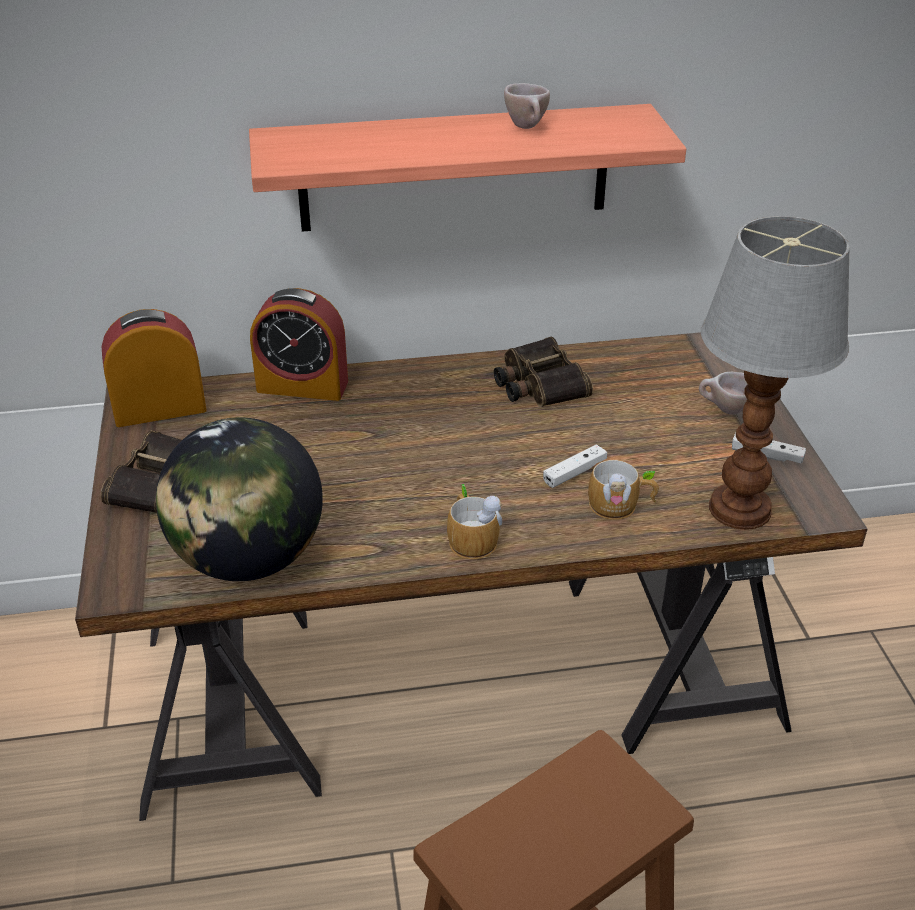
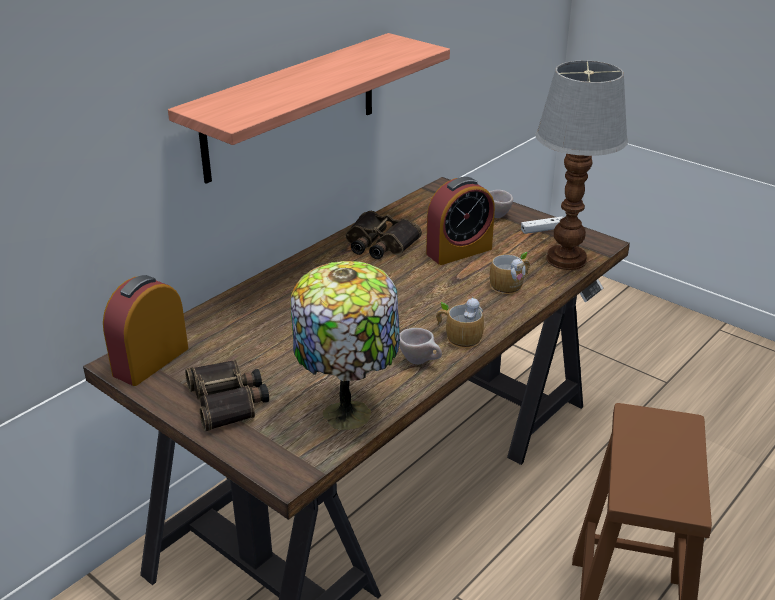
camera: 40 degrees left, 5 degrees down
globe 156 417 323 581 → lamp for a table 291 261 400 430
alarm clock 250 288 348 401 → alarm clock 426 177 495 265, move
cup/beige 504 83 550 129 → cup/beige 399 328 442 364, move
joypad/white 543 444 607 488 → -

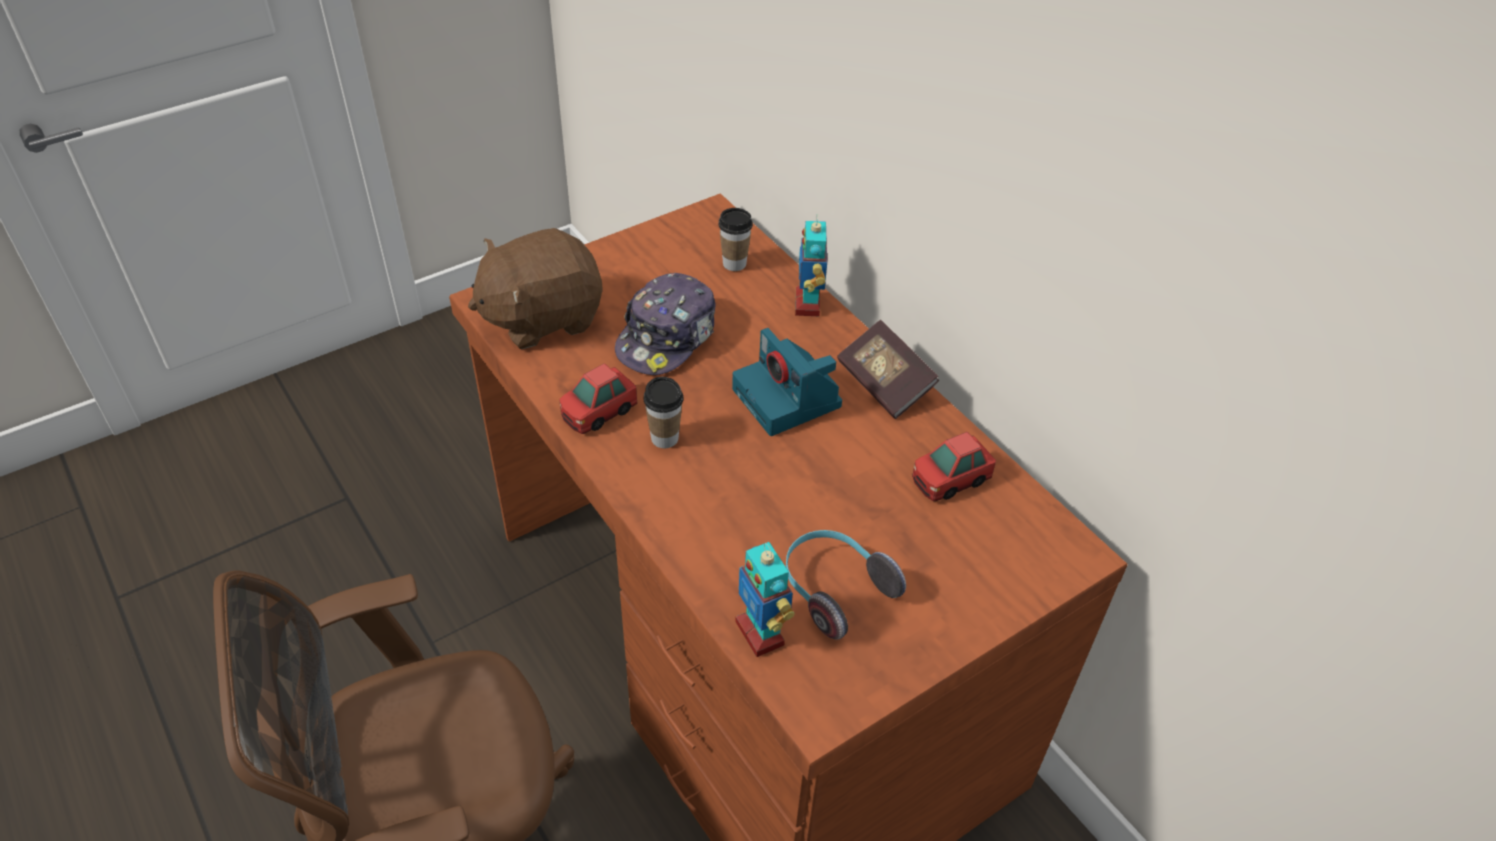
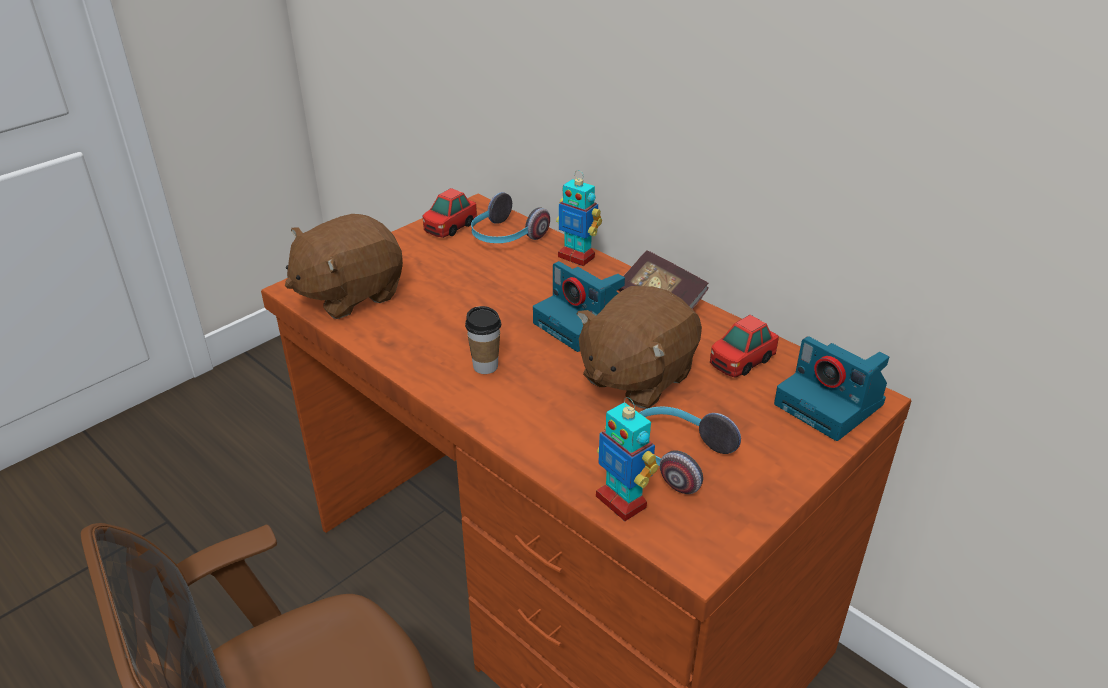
camera: 10 degrees left, 10 degrees down
model car 560 364 637 434 → model car 423 188 477 238, move
peaked cap 615 273 716 375 → -
cup 718 208 753 271 → headset 471 192 550 243
robot figure 795 214 827 316 → robot figure 556 170 602 266, 45 degrees counterclockwise
- → soft toy/brownish 576 286 702 409
- → still camera 774 336 889 441

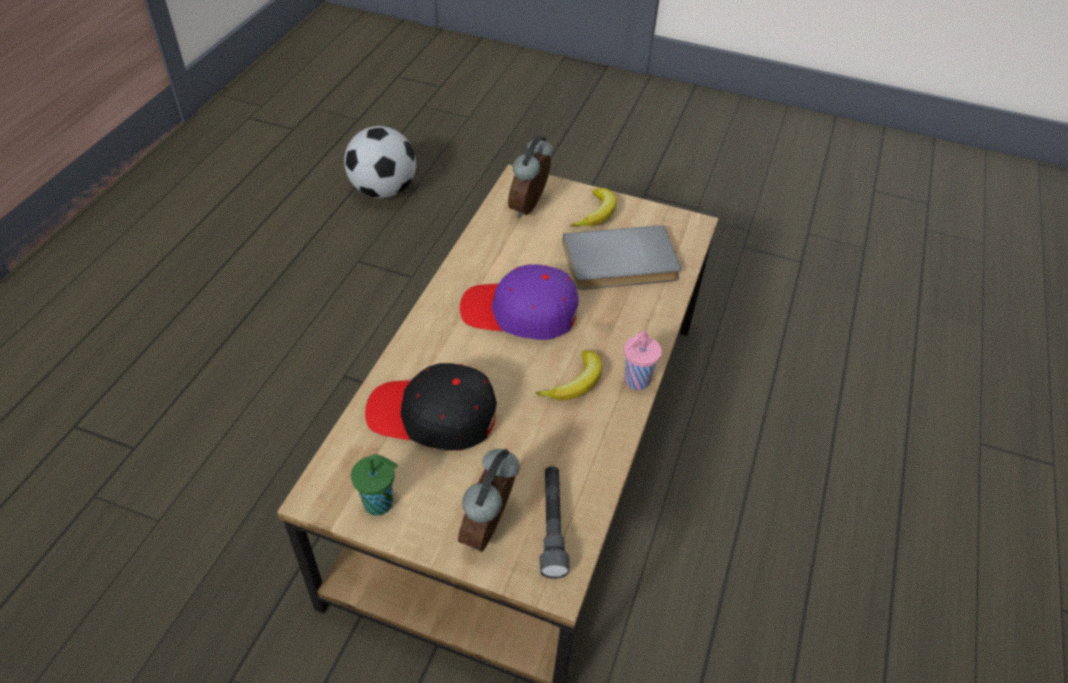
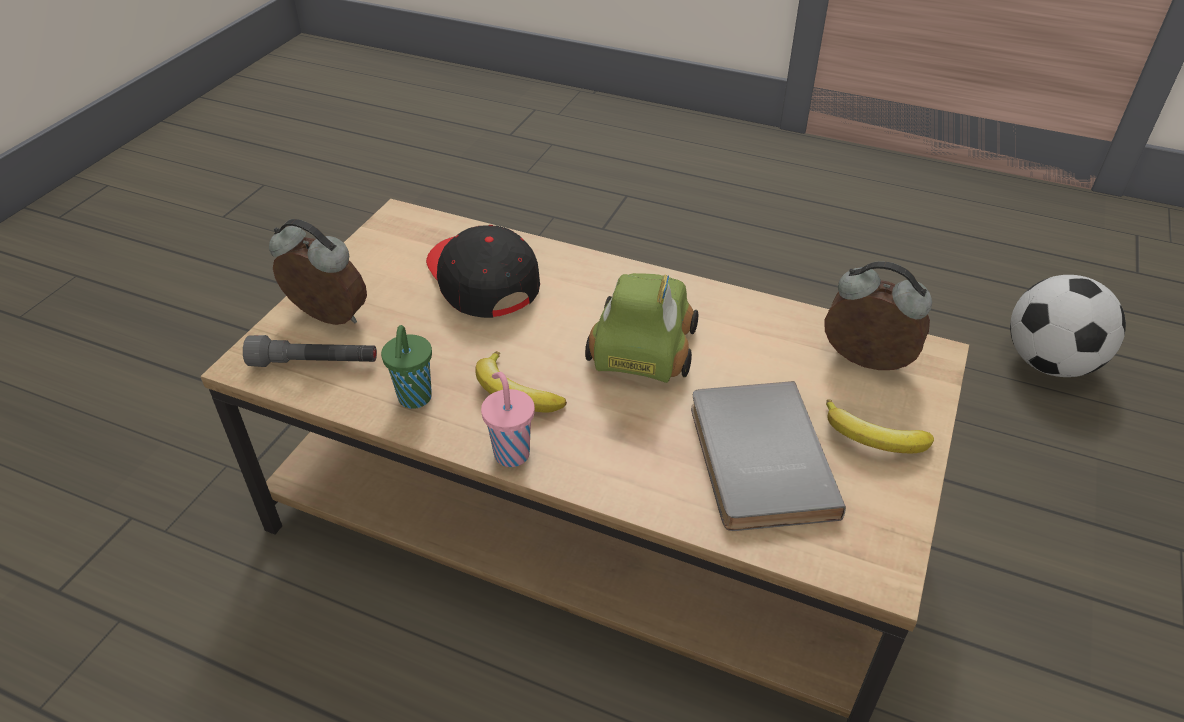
camera: 95 degrees right, 5 degrees down
cup/green 351 454 398 516 → cup/green 381 325 432 409, move
peaked cap/blackish 365 363 497 451 → peaked cap/blackish 426 225 540 318, 45 degrees counterclockwise
peaked cap/purple-coloured 460 264 579 340 → model car 585 273 698 383

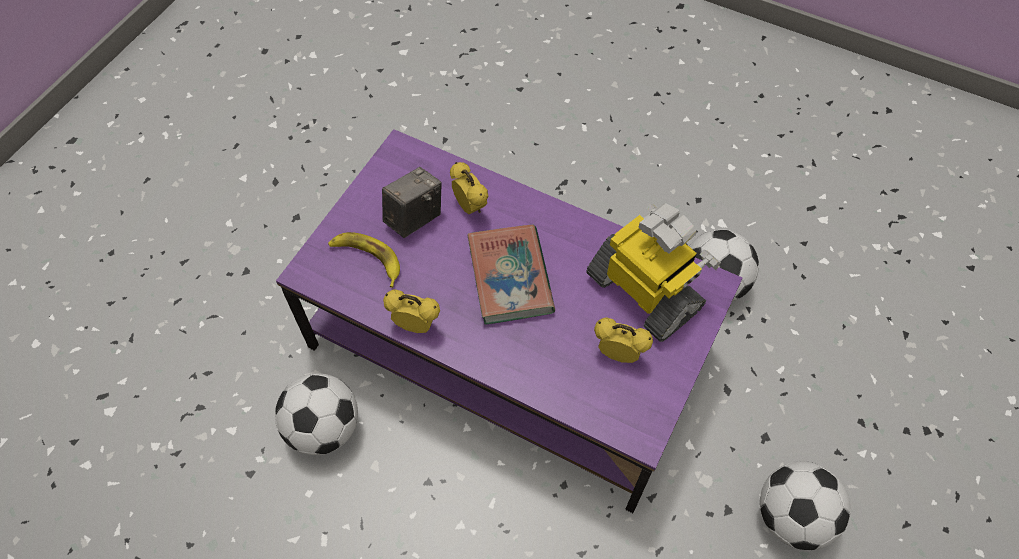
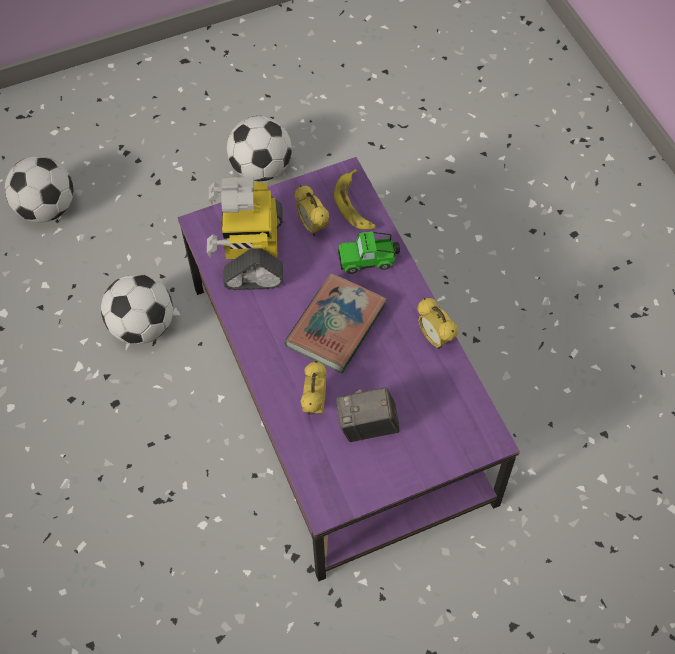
camera: 140 degrees left, 0 degrees up
football 275 373 358 455 → football 5 156 73 222, move
banana 328 232 400 288 → banana 334 169 375 230, move
- → model car 338 232 400 274

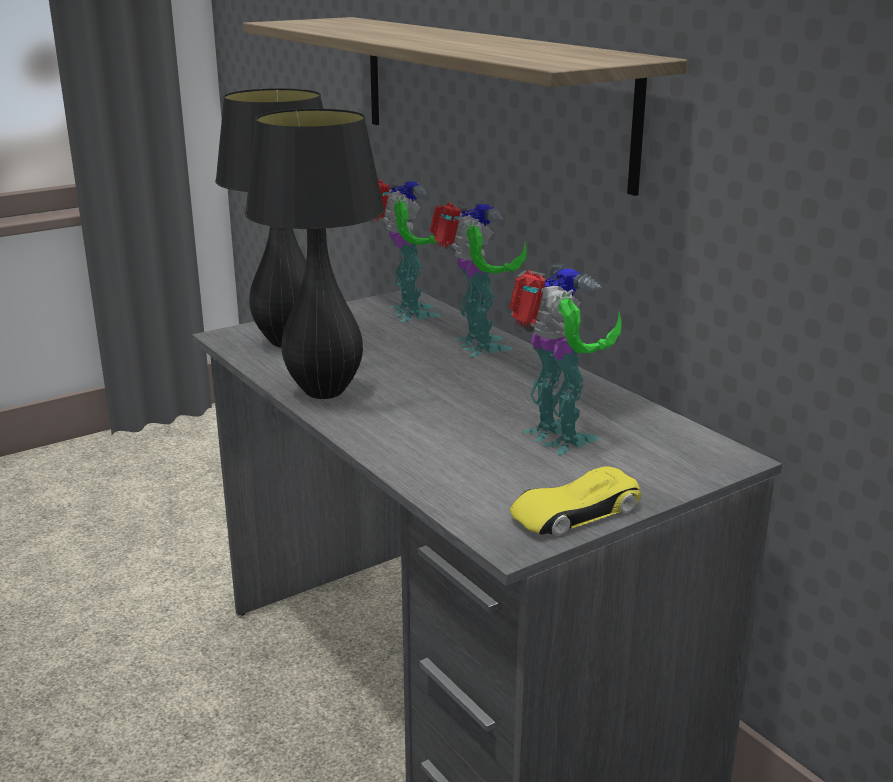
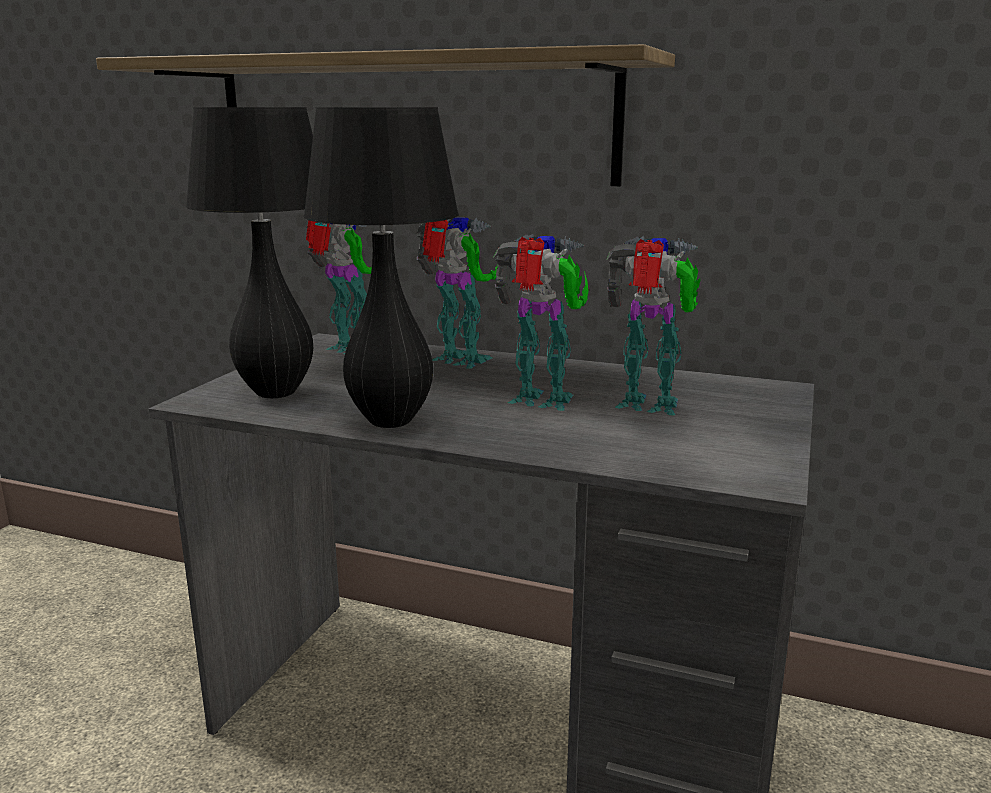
camera: 35 degrees left, 5 degrees down
model car/yellow-coloured 510 466 641 536 → -
- → robot figure 493 234 589 411

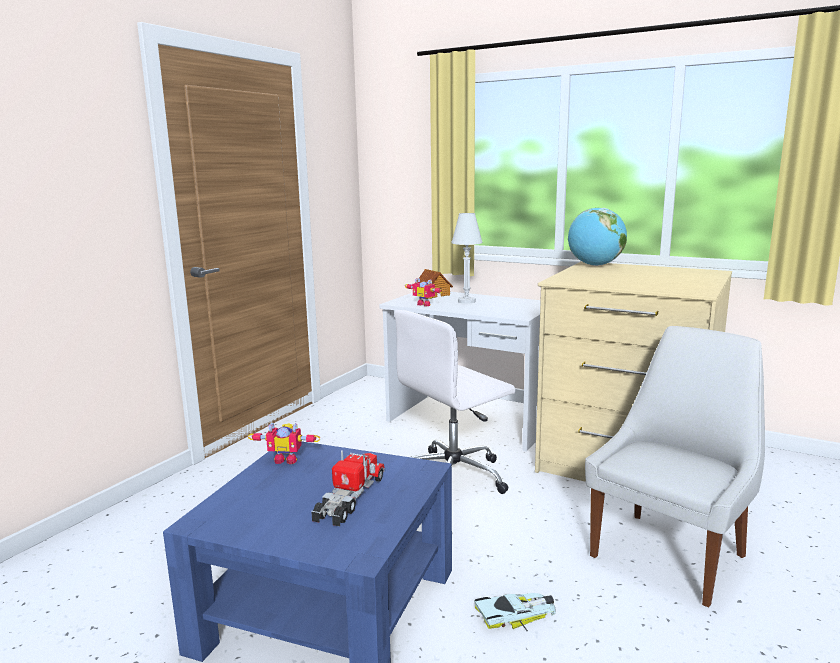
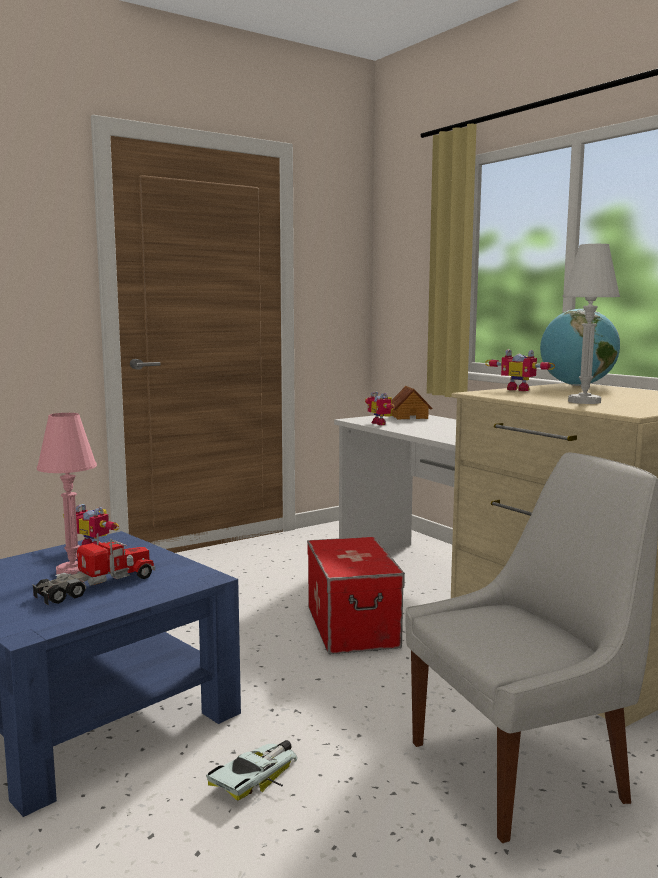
camera: 25 degrees right, 5 degrees down
computer chair/white 394 310 515 494 → storage bin 307 537 405 654
lamp for a table/white 451 213 483 304 → lamp for a table/white 562 244 620 404, move
model car 474 593 556 631 → model car 206 740 297 801, 60 degrees counterclockwise
- → lamp for a table/pinkish 37 413 97 575
- → robot figure 485 349 555 391

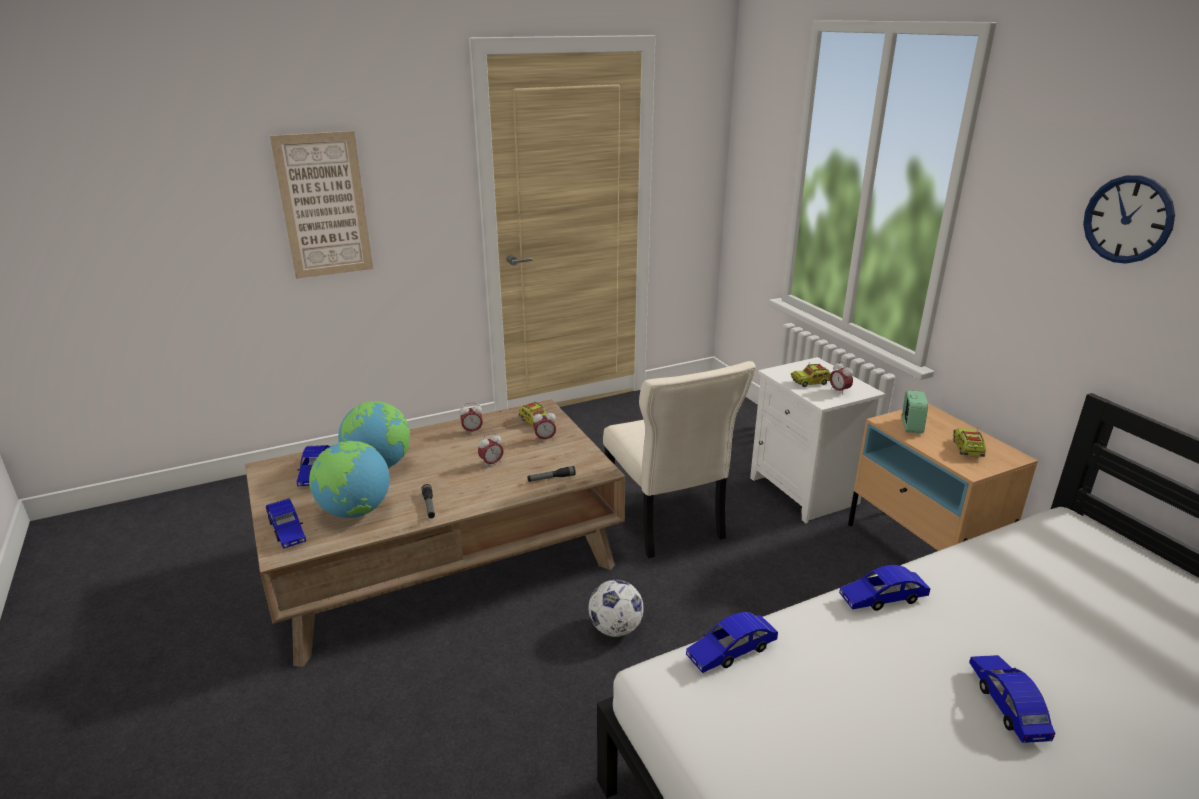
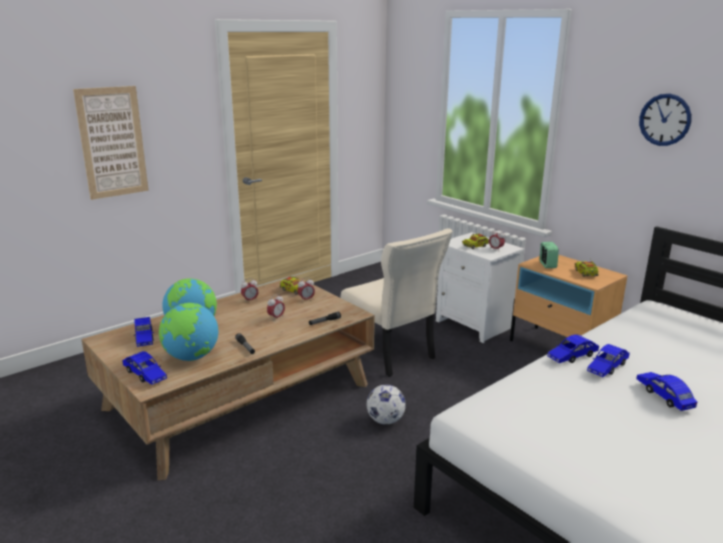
camera: 15 degrees left, 5 degrees down
model car/blue-coloured 686 612 778 673 → model car/blue-coloured 587 344 630 377, move

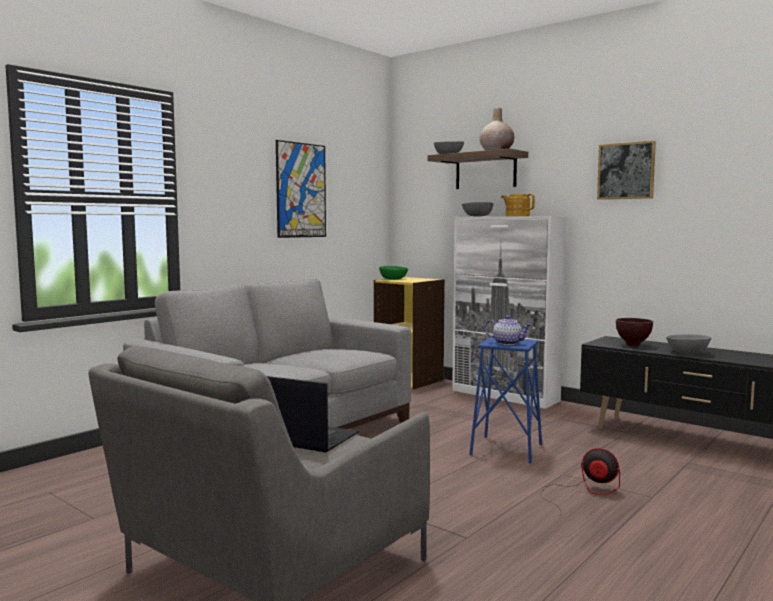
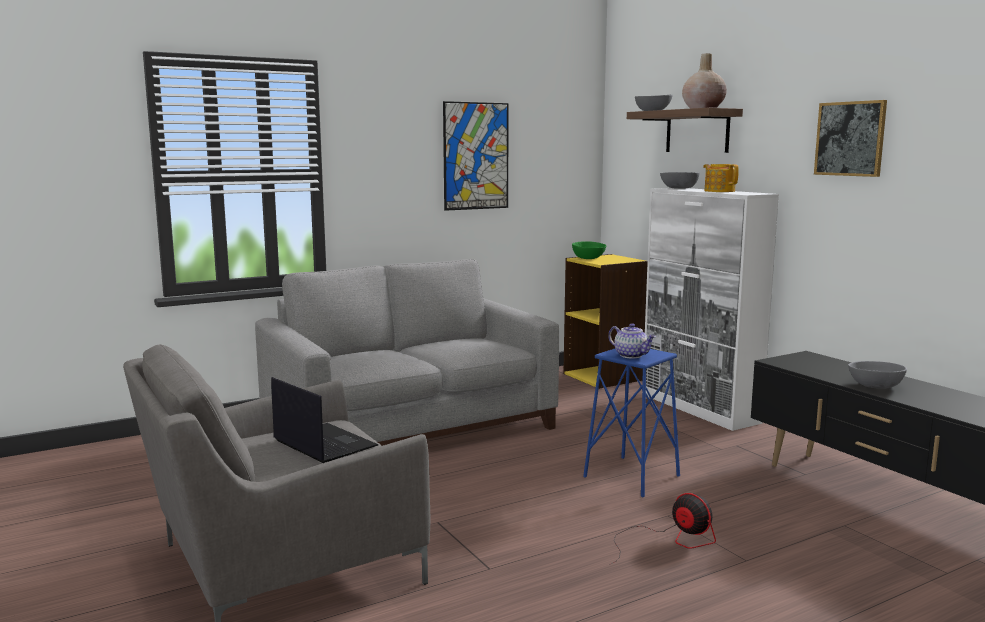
camera: 20 degrees right, 5 degrees up
bowl/brownish 616 318 653 346 → -

